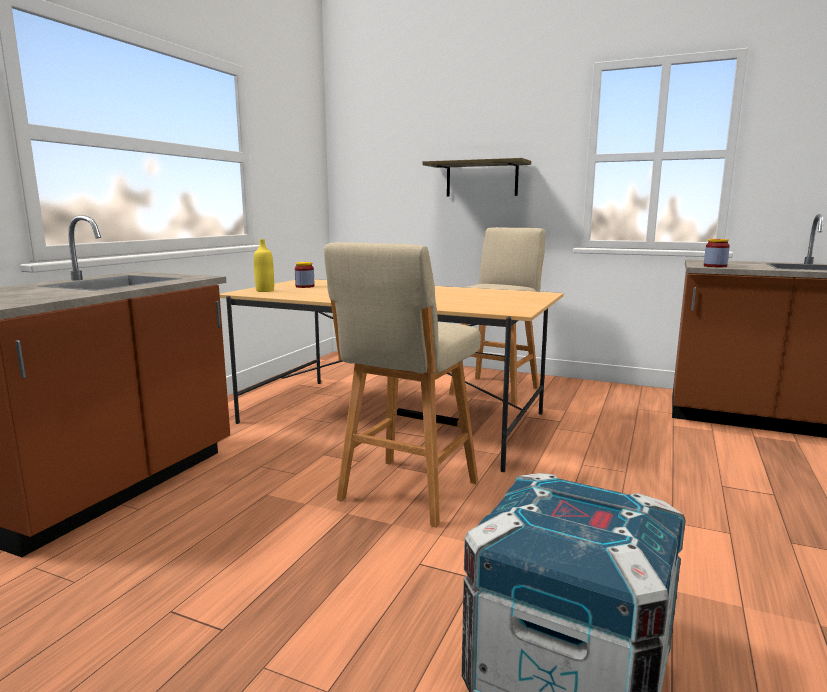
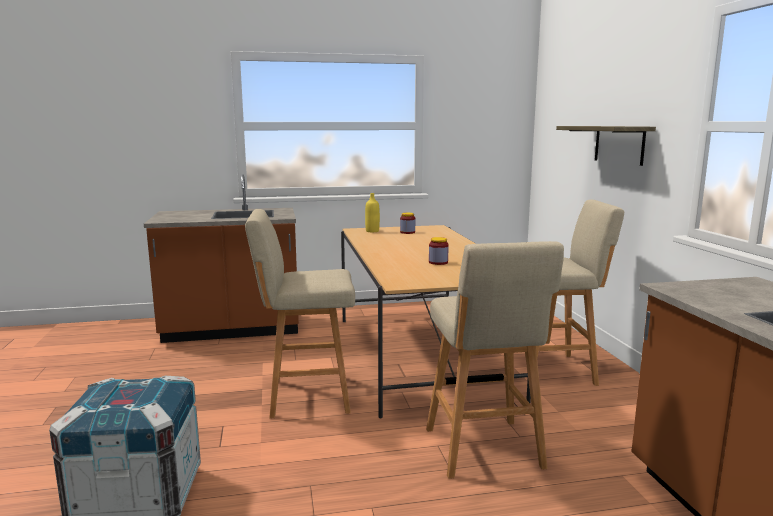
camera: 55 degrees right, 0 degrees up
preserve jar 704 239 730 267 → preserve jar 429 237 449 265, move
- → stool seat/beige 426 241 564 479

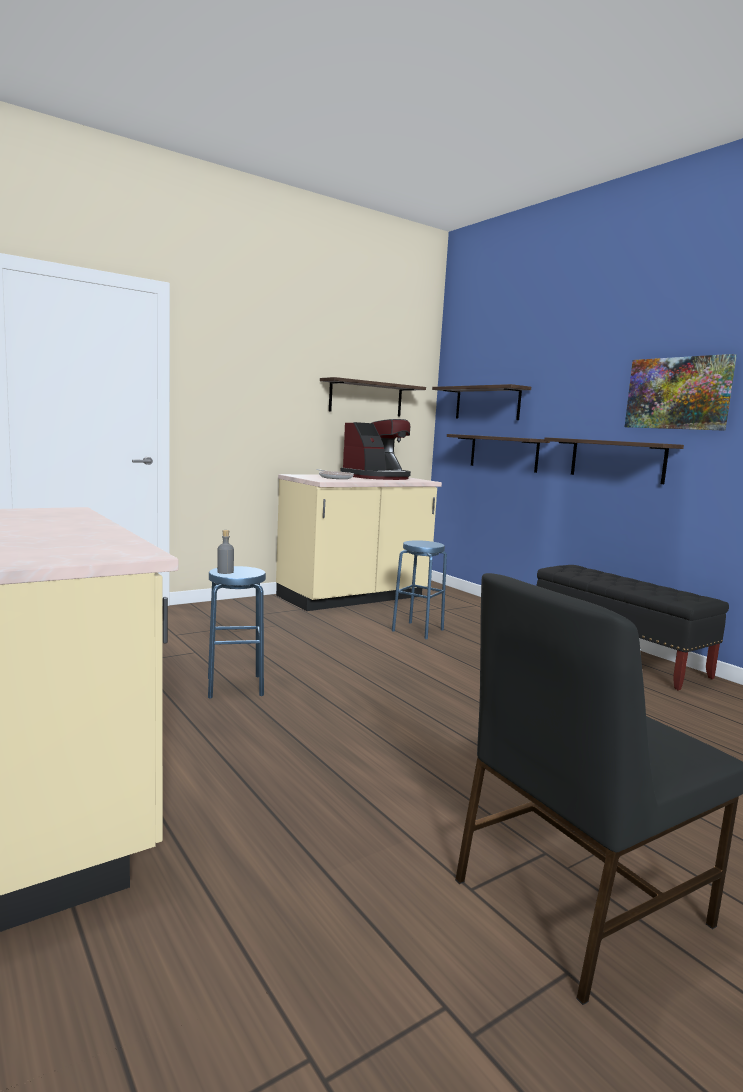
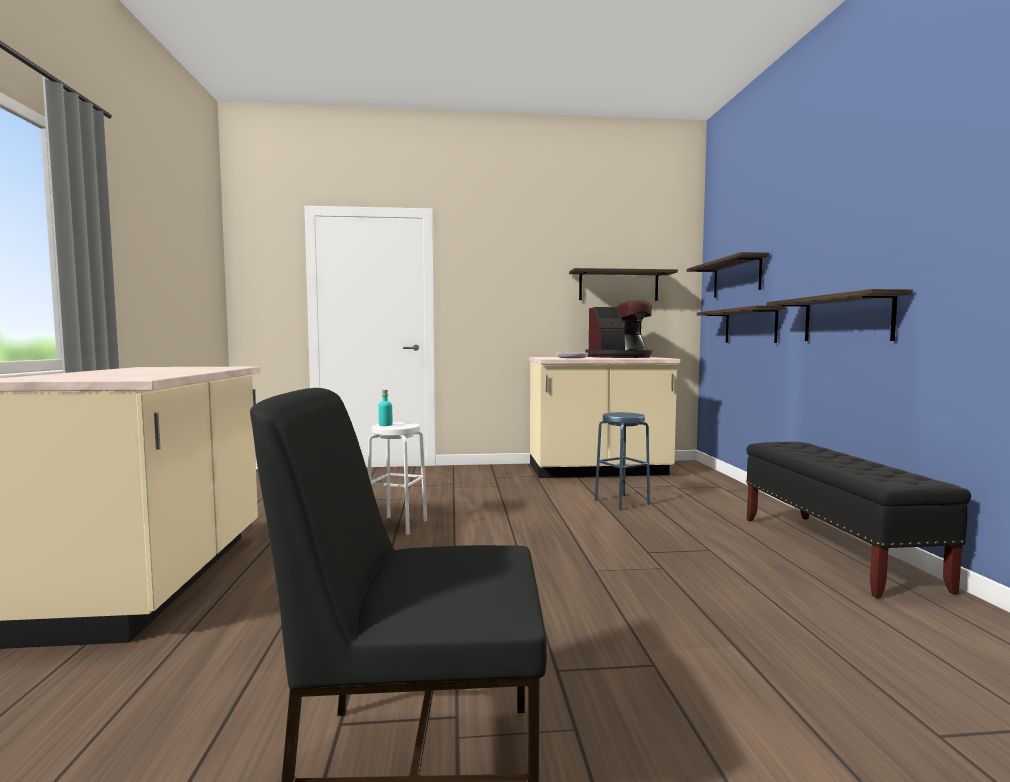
camera: 30 degrees right, 5 degrees down
stool seat/blue-coloured 208 566 266 699 → stool seat/white 368 422 427 535
beverage bottle/grey 217 530 234 574 → beverage bottle/turquoise 378 390 393 426
wall art 625 354 737 431 → -

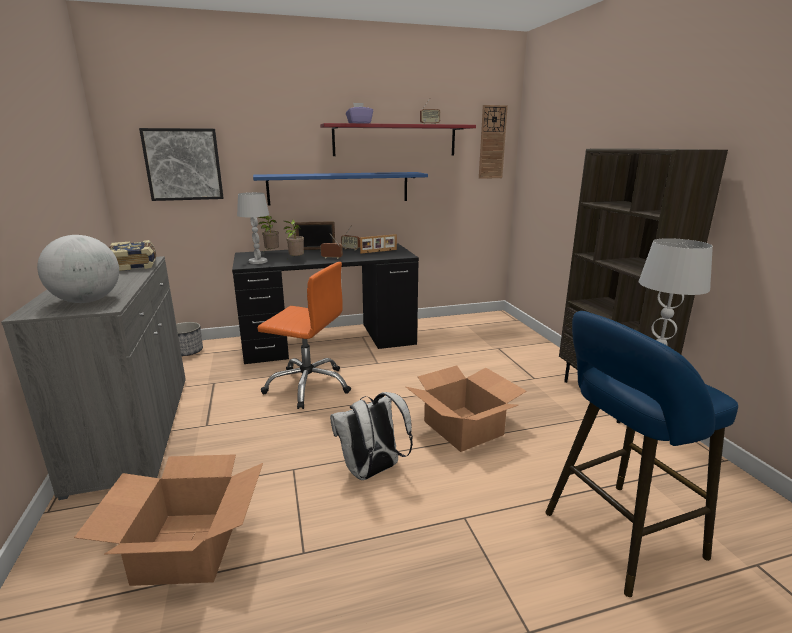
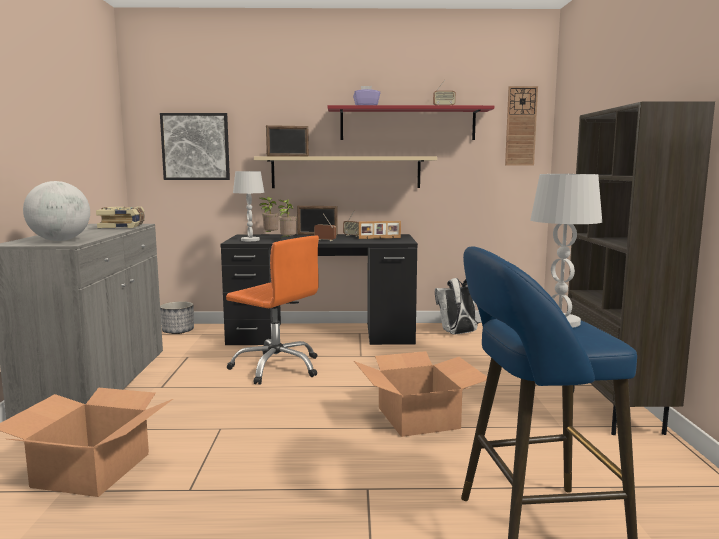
camera: 15 degrees right, 10 degrees down
wall shelf/blue-coloured 253 172 428 206 → wall shelf/beige 254 157 437 188
knapsack/white 330 392 413 480 → knapsack/white 435 278 482 335, move
- → photo frame 266 125 309 157

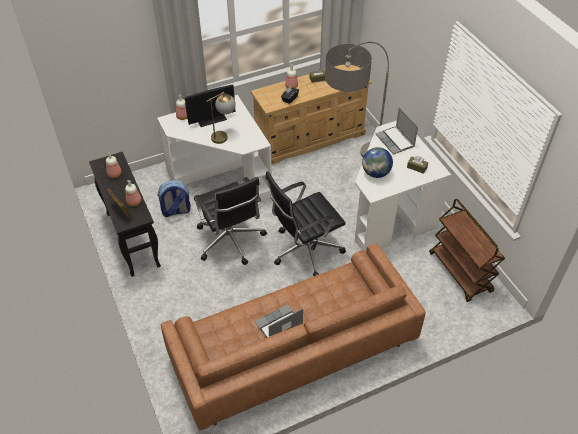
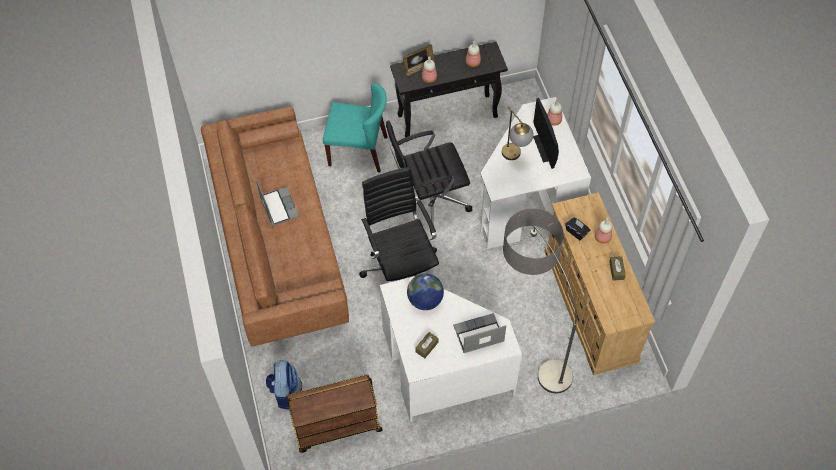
camera: 100 degrees right, 10 degrees up
knapsack 157 180 191 217 → knapsack 266 360 302 410, move
- → upright chair/turquoise 323 83 387 172

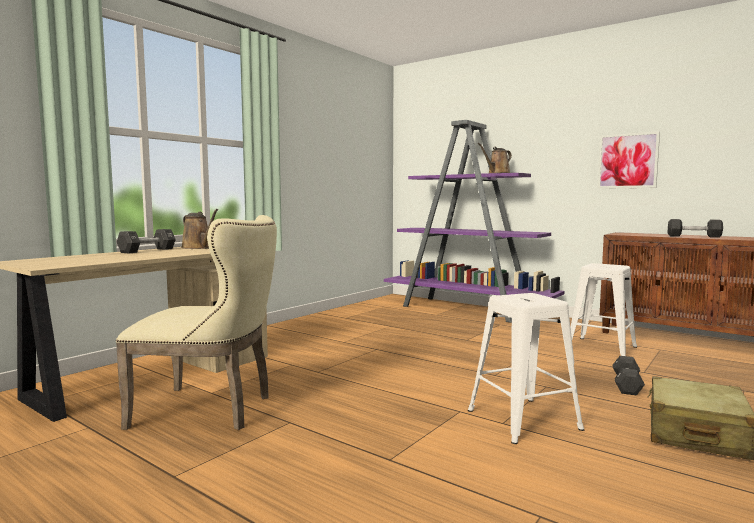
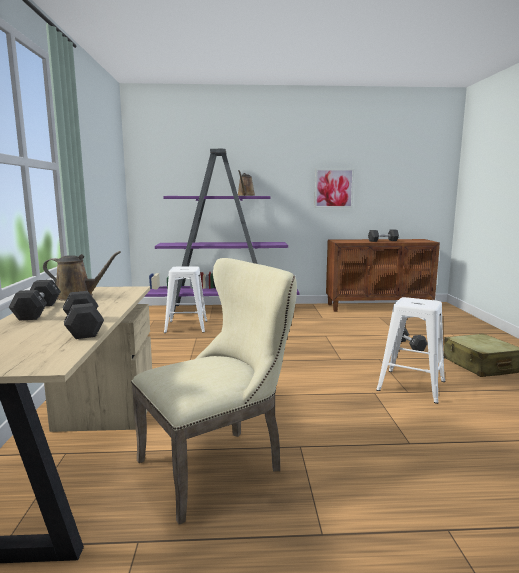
camera: 40 degrees left, 5 degrees up
stool seat/white 571 263 637 356 → stool seat/white 164 266 207 333, move
- → dumbbell/blackish 63 291 104 339

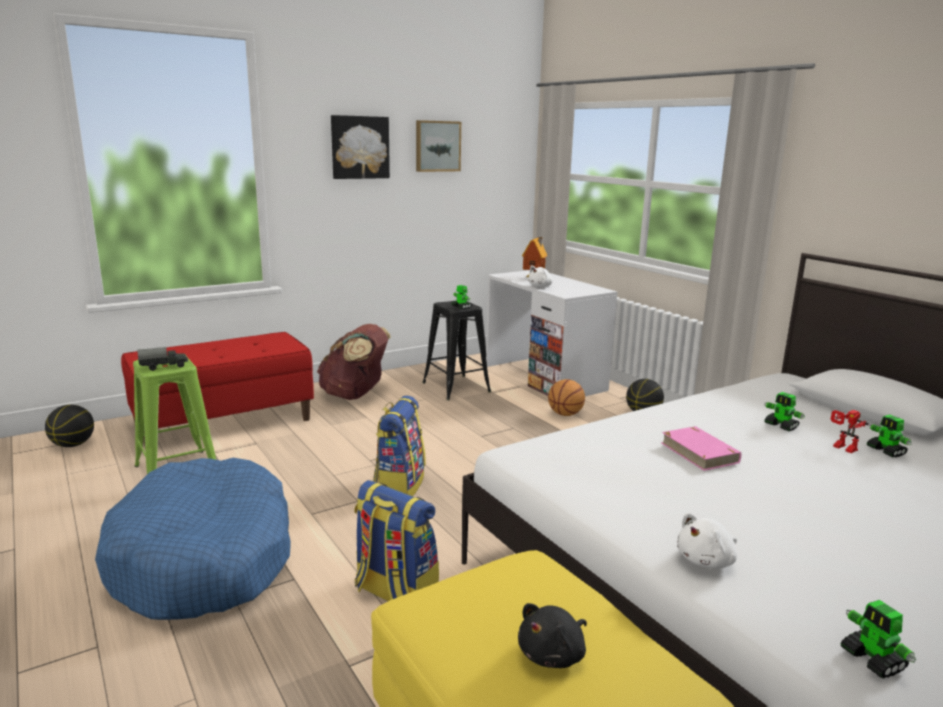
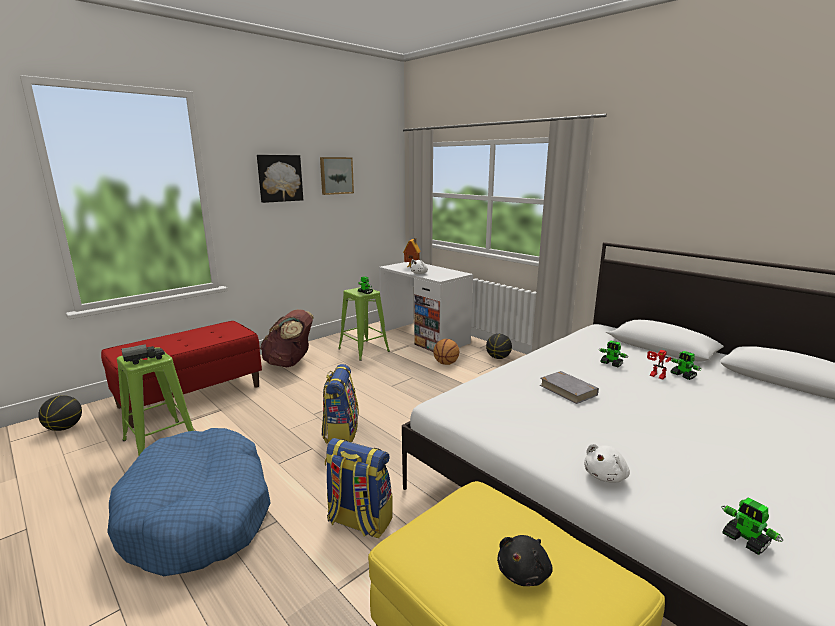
camera: 10 degrees left, 0 degrees up
stool seat/blackish 422 300 491 400 → stool seat/green 338 287 390 361
bound book/pinkish 661 426 741 471 → bound book/grey 540 371 599 404

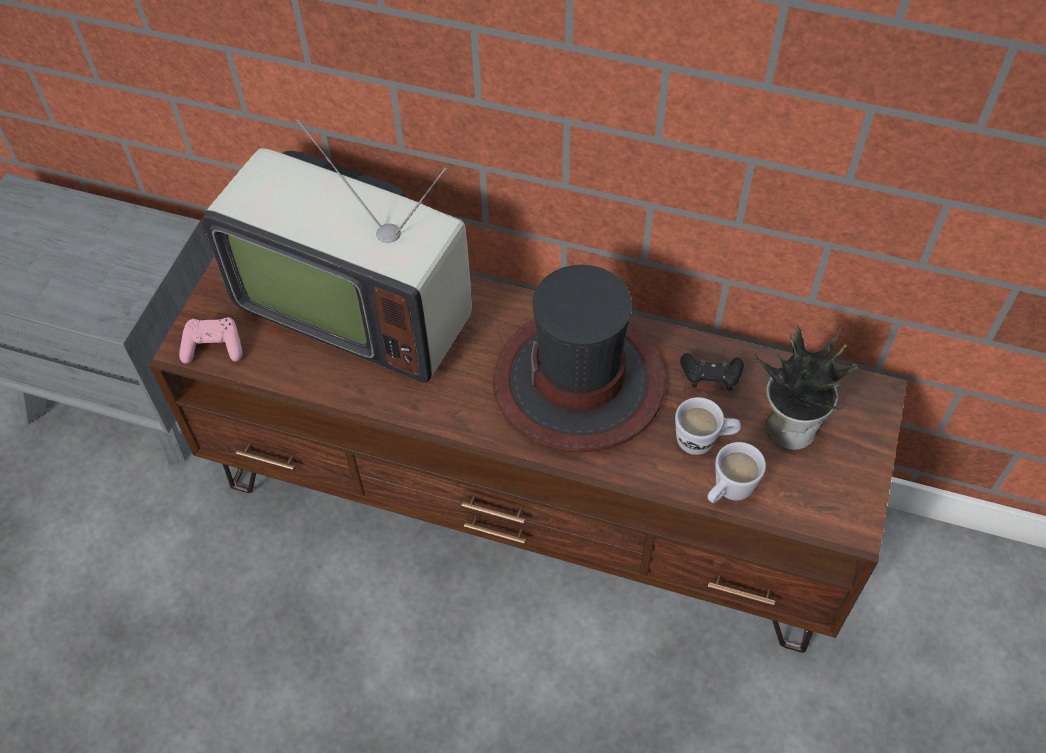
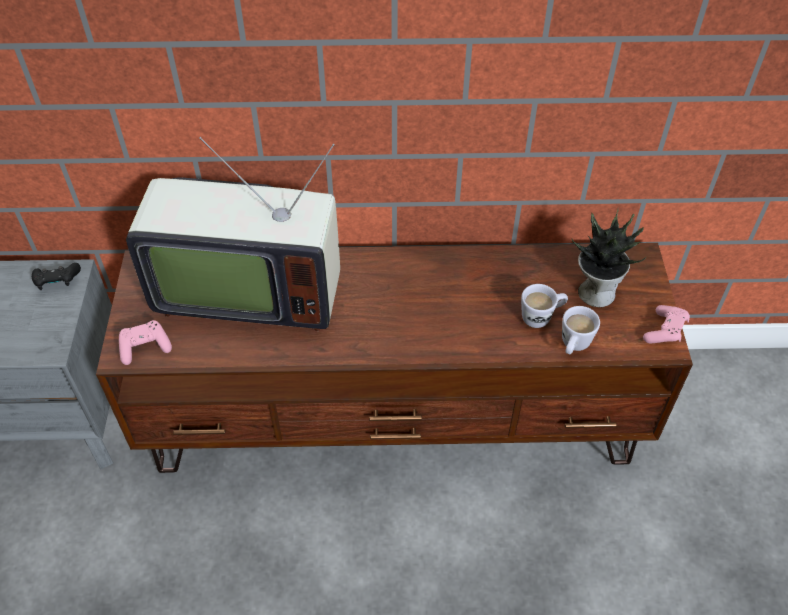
camera: 20 degrees left, 5 degrees down
wearable hat 493 265 665 452 → -
joypad/blackish 680 353 744 391 → joypad/blackish 32 263 81 290, move
- → joypad/pinkish 643 305 690 343

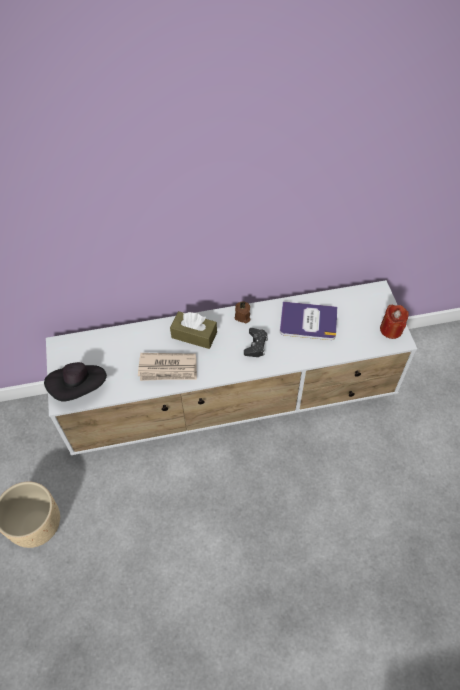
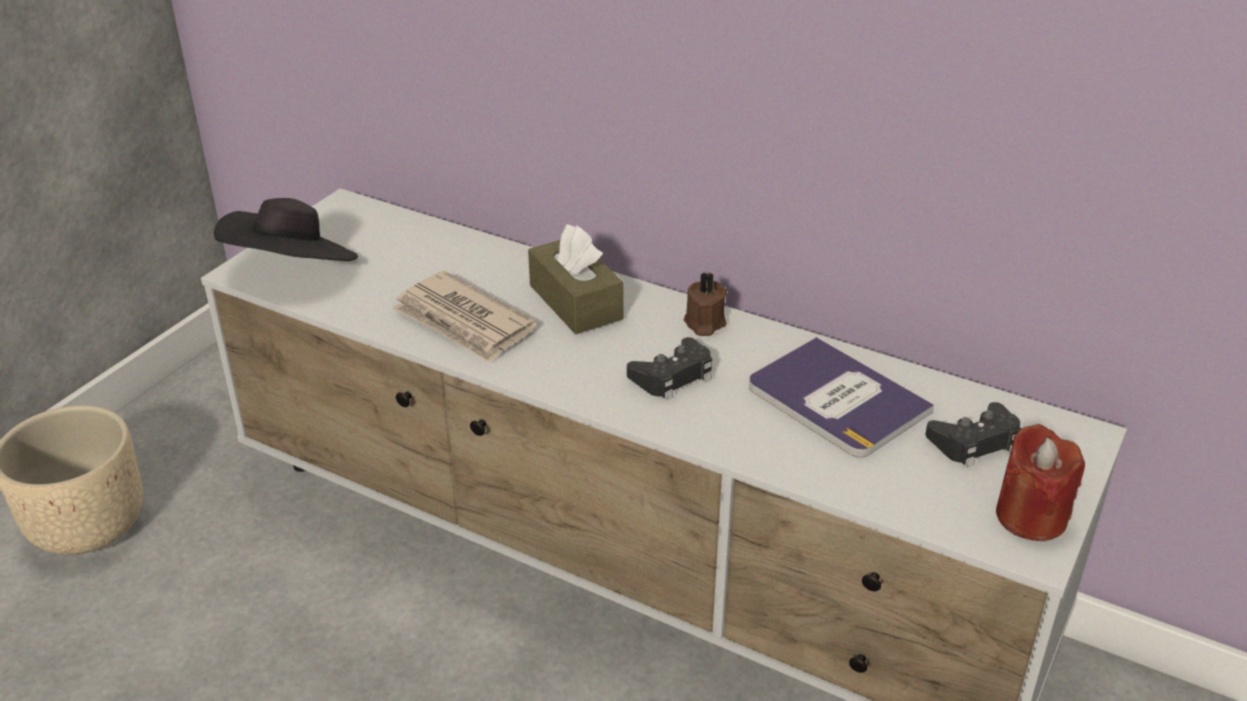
camera: 40 degrees right, 20 degrees down
- → joypad/blackish 925 402 1021 468

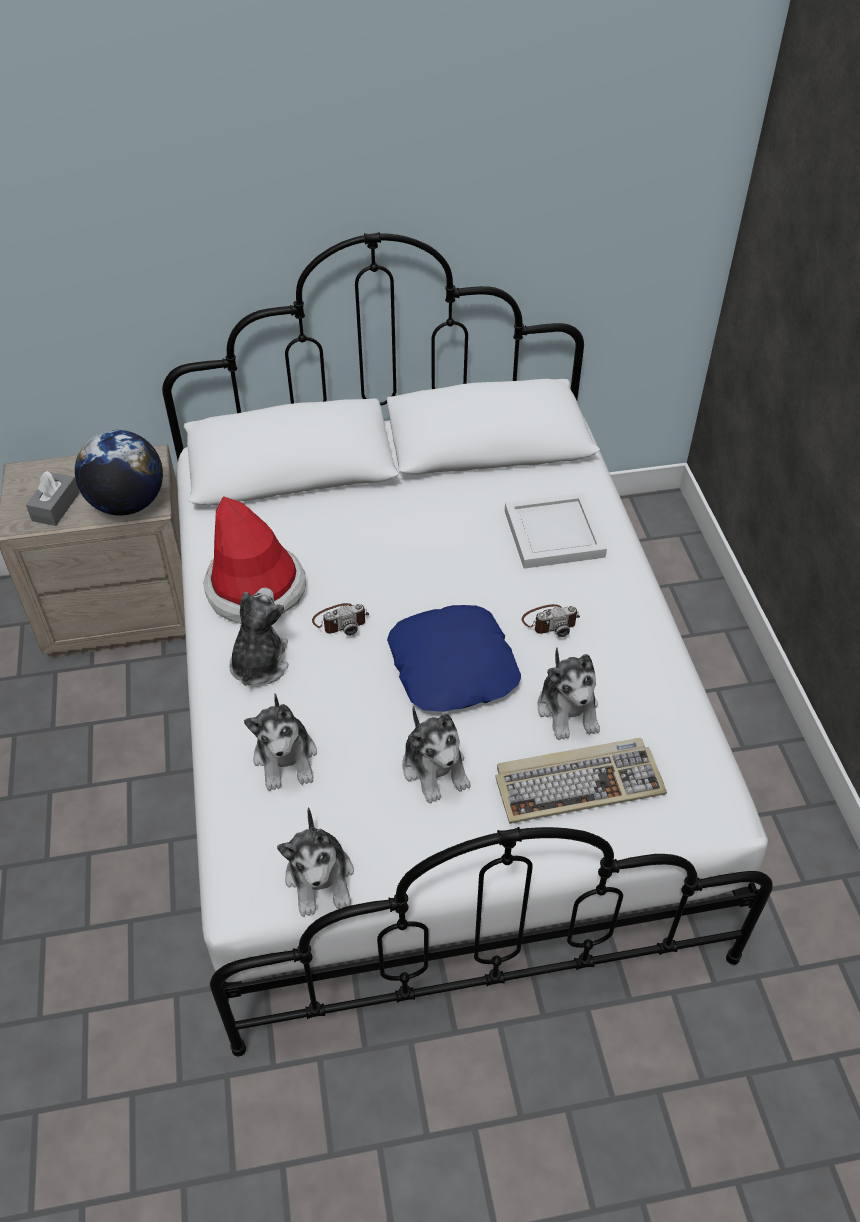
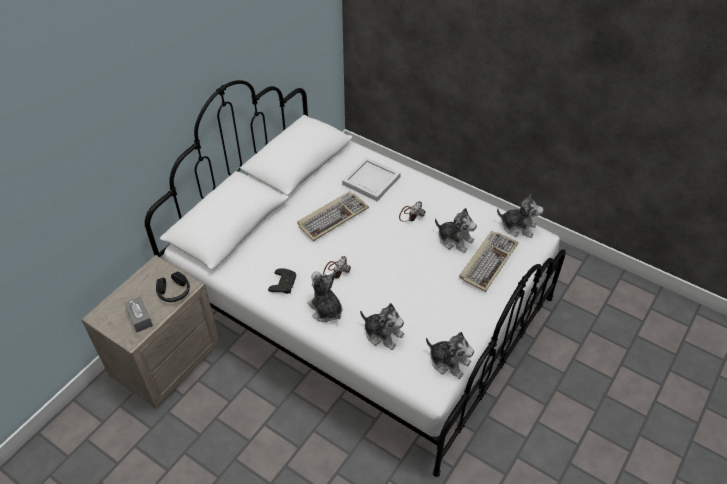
camera: 45 degrees left, 0 degrees up
globe 75 430 163 516 → headset/blackish 156 272 190 302
wearable hat 203 496 306 624 → joypad/blackish 268 268 296 294
cushion/blue-coloured 387 605 521 712 → -
soft toy 402 706 470 803 → soft toy 497 194 544 238, move
- → computer keyboard 297 191 369 241

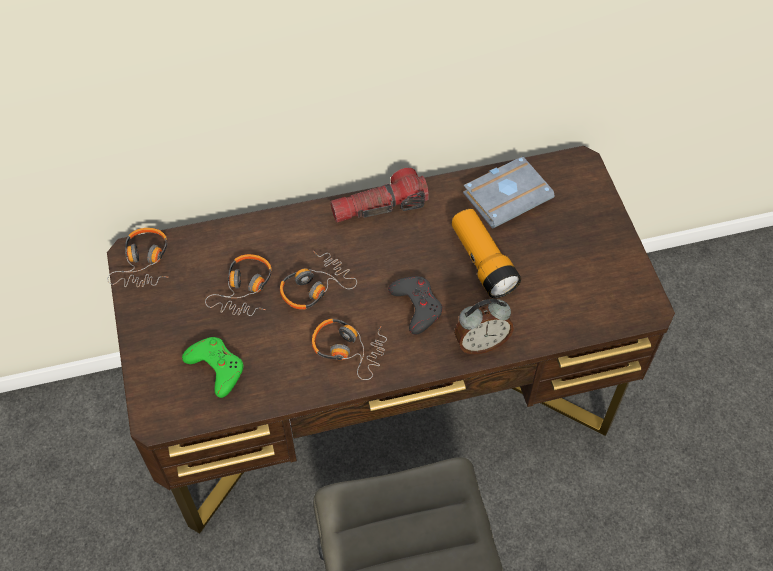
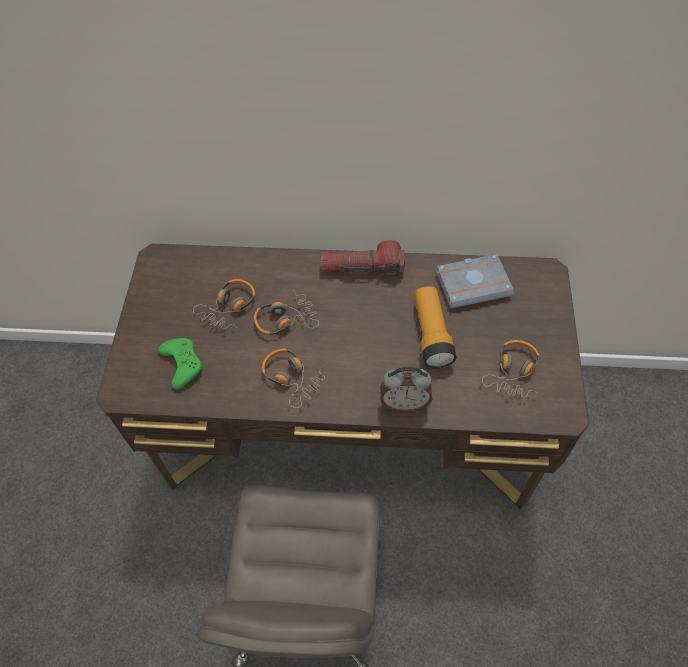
camera: 20 degrees right, 0 degrees up
headset 107 228 169 287 → headset 482 340 539 398, move
joypad/grey 388 276 443 335 → -

